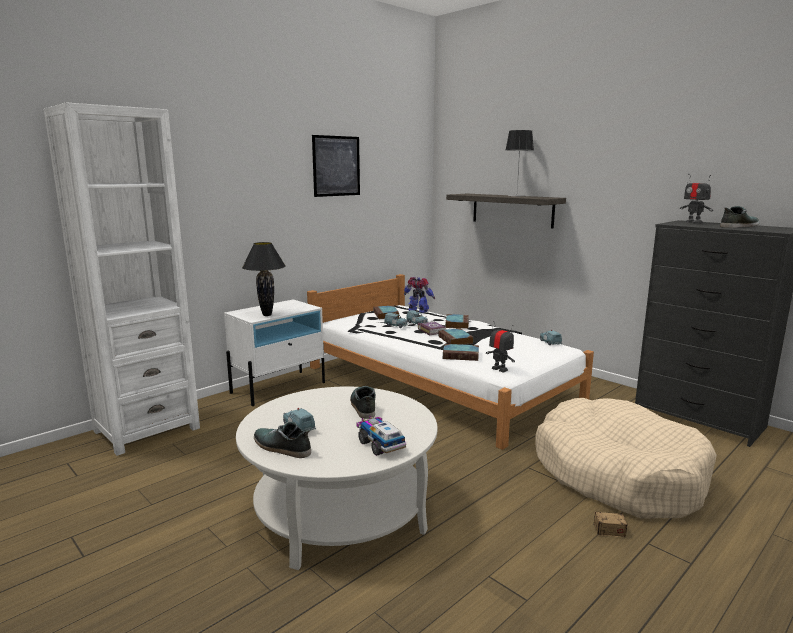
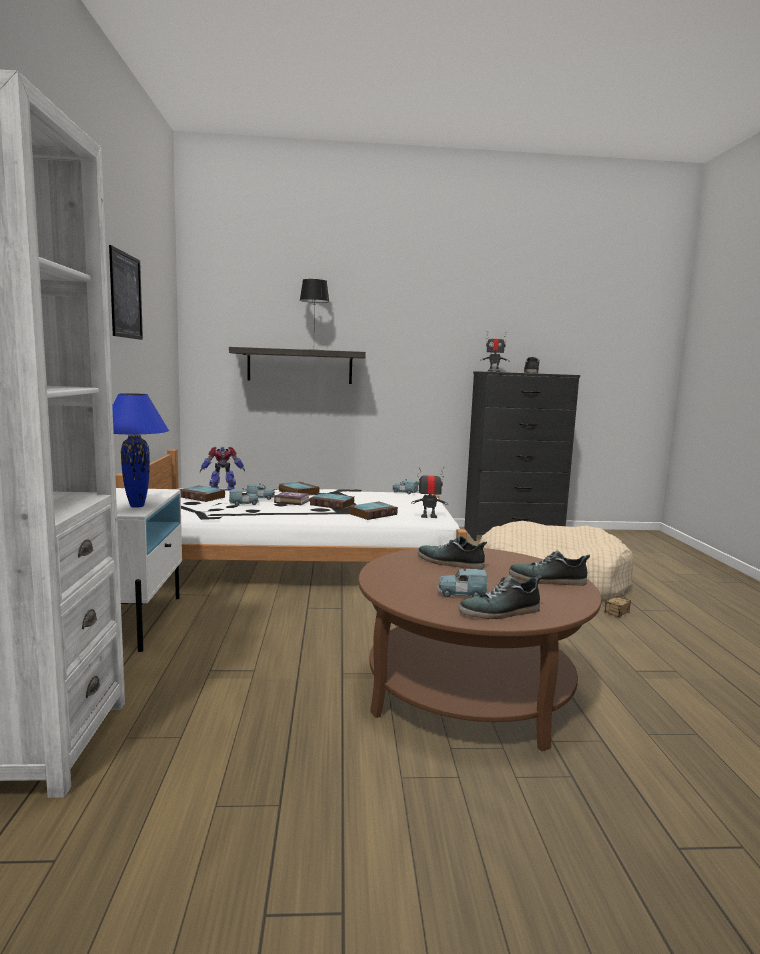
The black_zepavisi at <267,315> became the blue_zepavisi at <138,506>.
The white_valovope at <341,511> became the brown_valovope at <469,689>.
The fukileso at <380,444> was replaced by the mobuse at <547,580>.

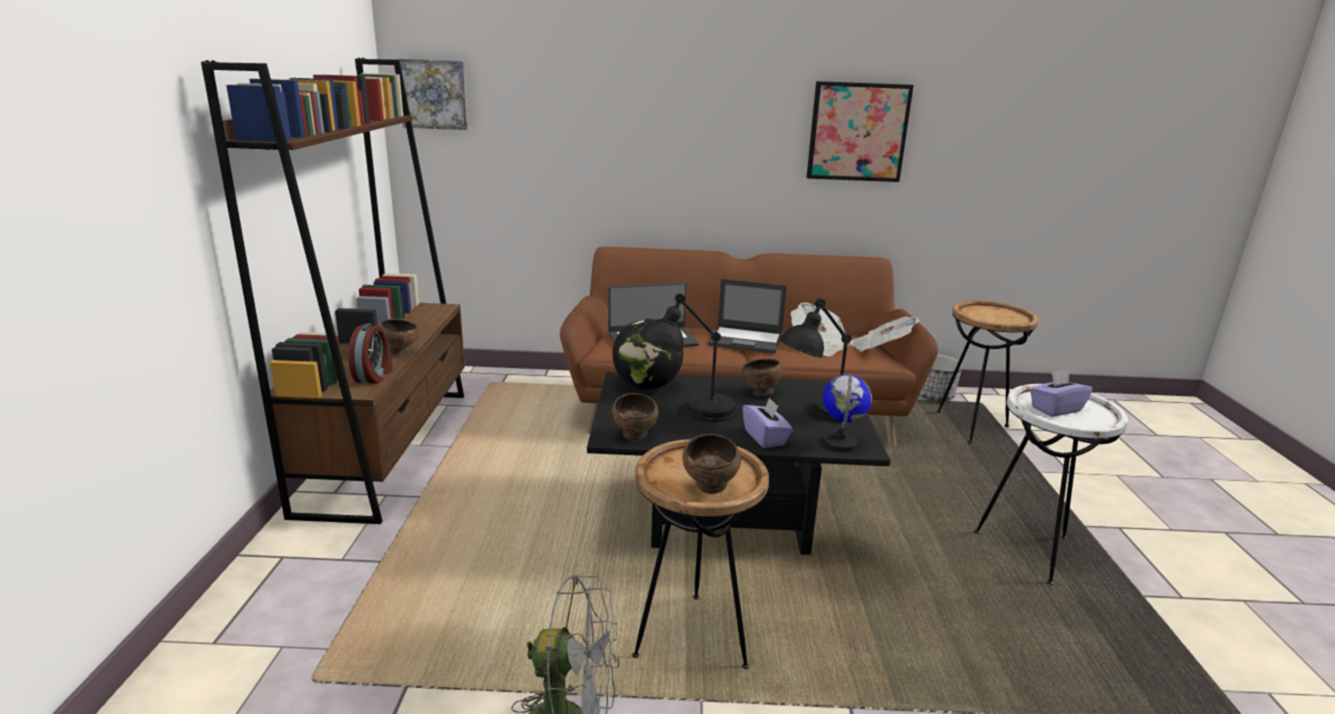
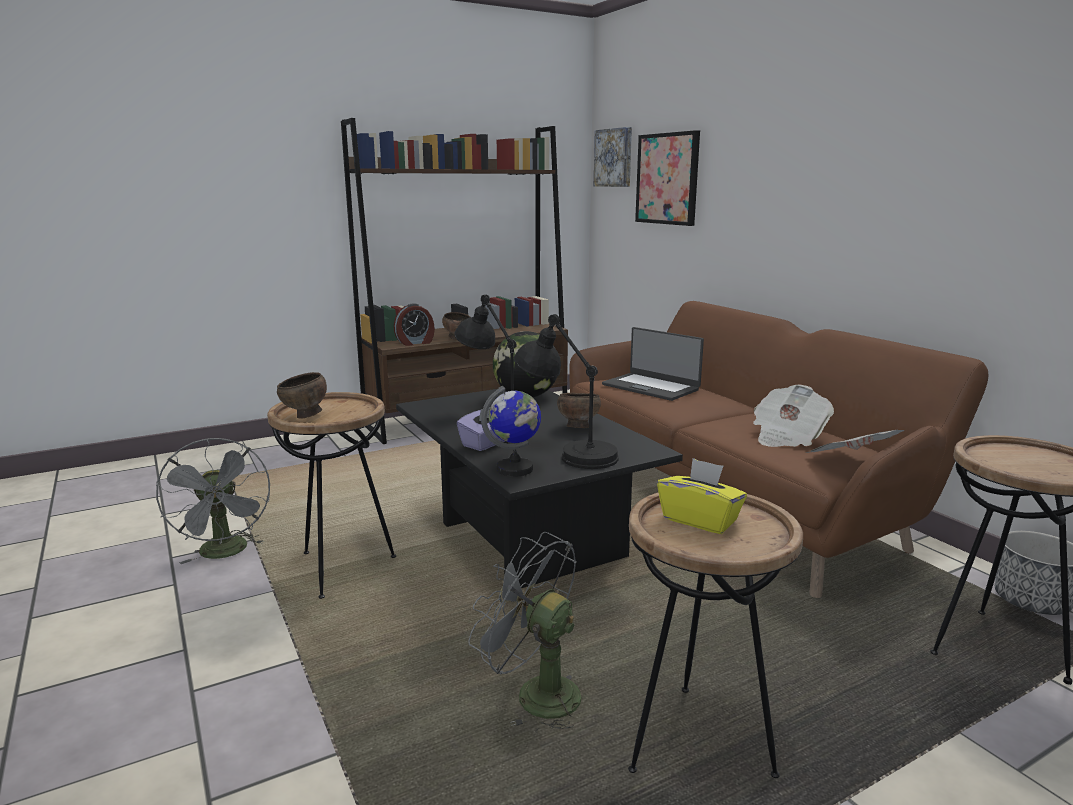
The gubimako moved from <857,132> to <668,179>.
The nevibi at <747,340> disappeared.
The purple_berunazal at <1055,409> became the yellow_berunazal at <700,520>.
The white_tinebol at <1029,551> became the brown_tinebol at <697,744>.
The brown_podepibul at <635,436> disappeared.
The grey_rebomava at <535,694> appeared.

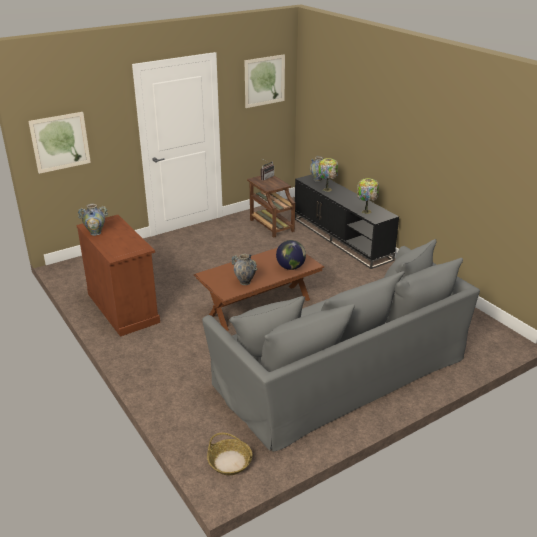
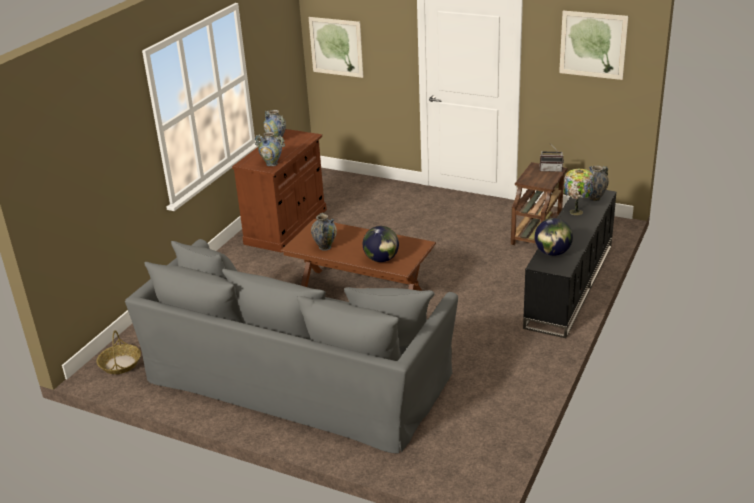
The zepavisi at <366,211> was replaced by the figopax at <552,253>.
The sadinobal at <272,164> appeared.

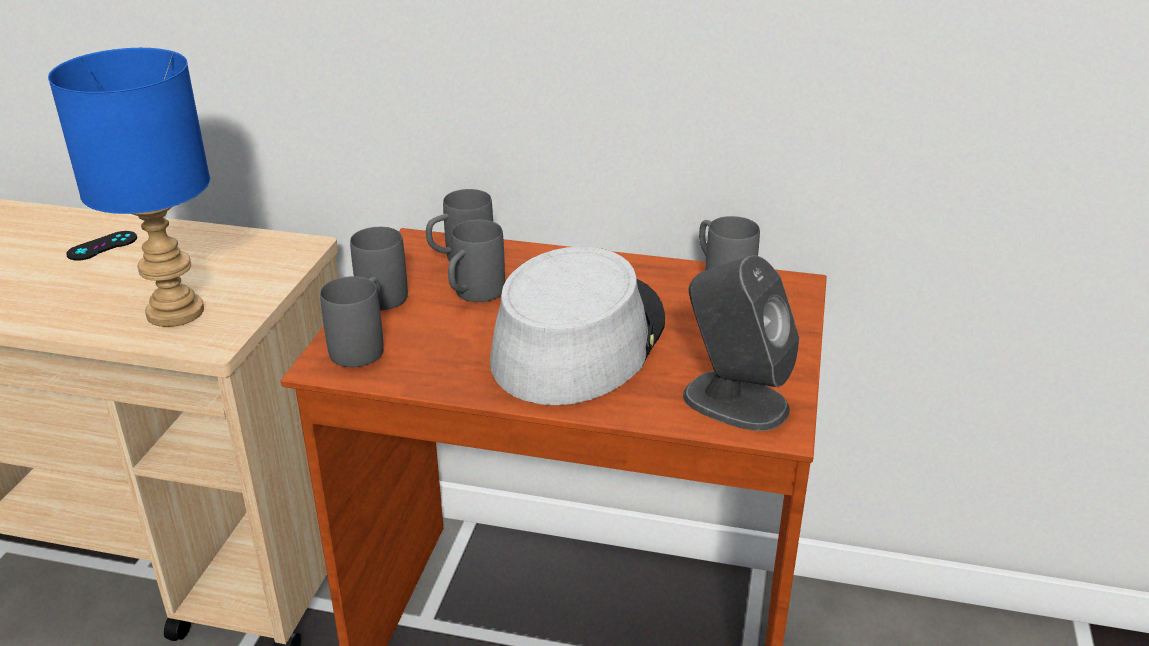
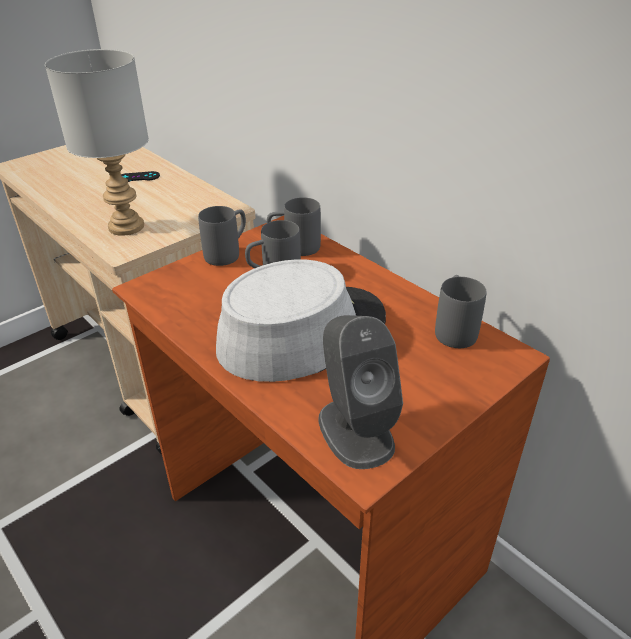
The blue_zepavisi at <178,311> became the grey_zepavisi at <128,227>.
The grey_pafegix at <363,345> disappeared.

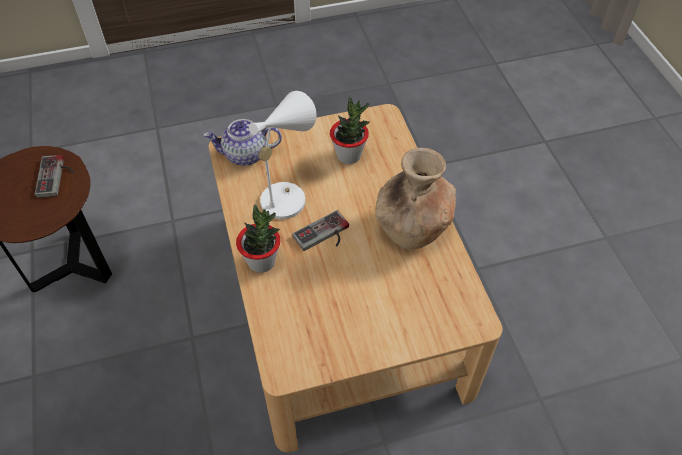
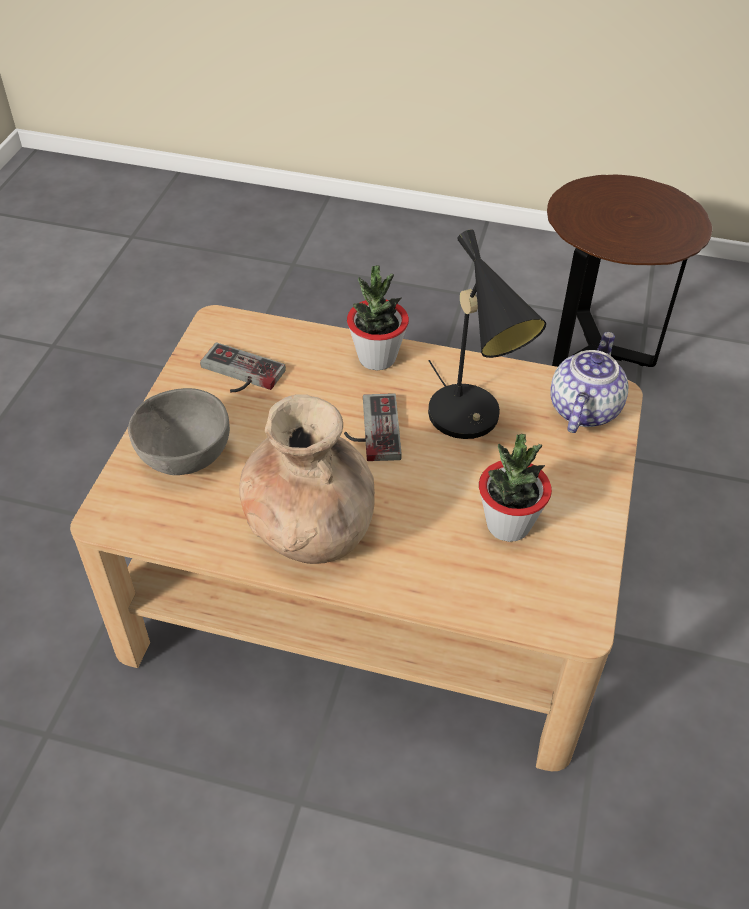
The white_zepavisi at <286,196> became the black_zepavisi at <471,420>.
The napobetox moved from <57,176> to <238,374>.
The grey_podepibul at <183,456> appeared.

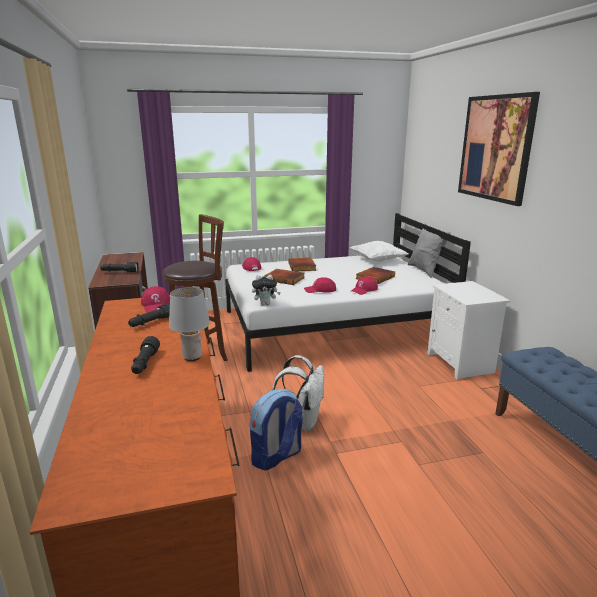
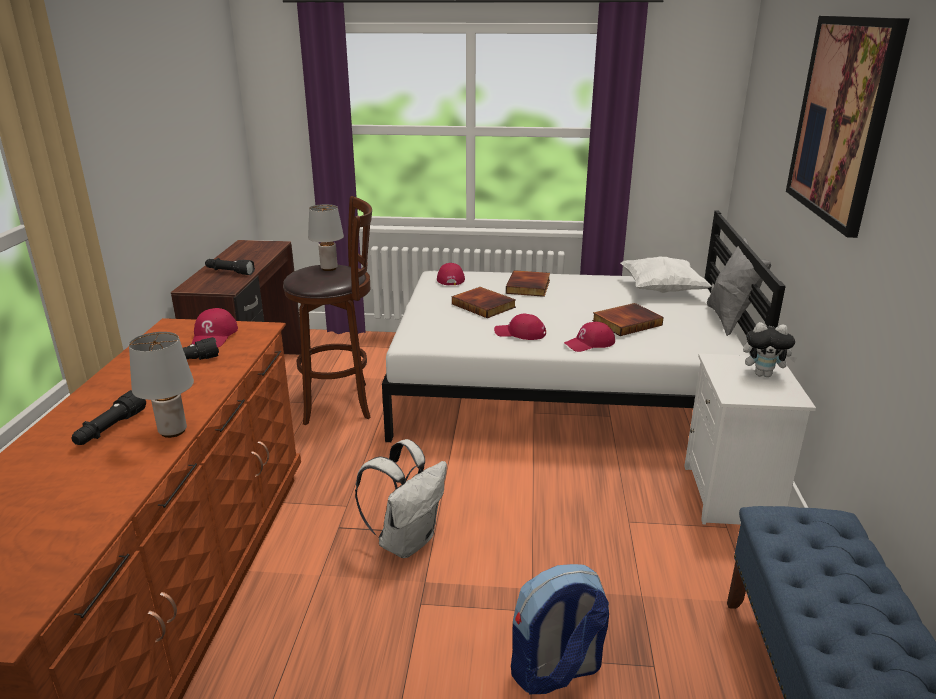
The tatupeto moved from <265,304> to <763,374>.
The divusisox moved from <276,457> to <555,671>.
The grey_zepavisi at <328,268> appeared.

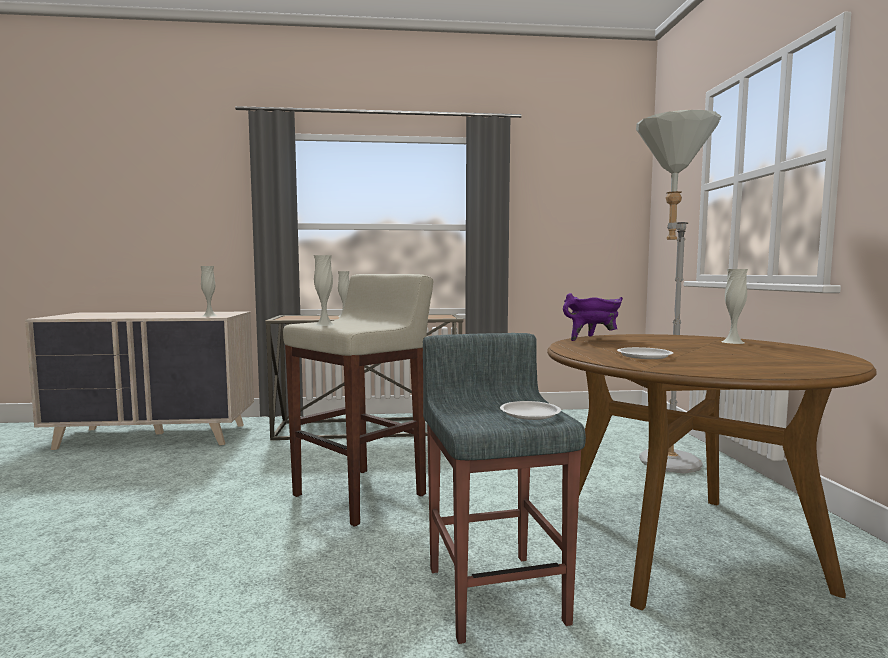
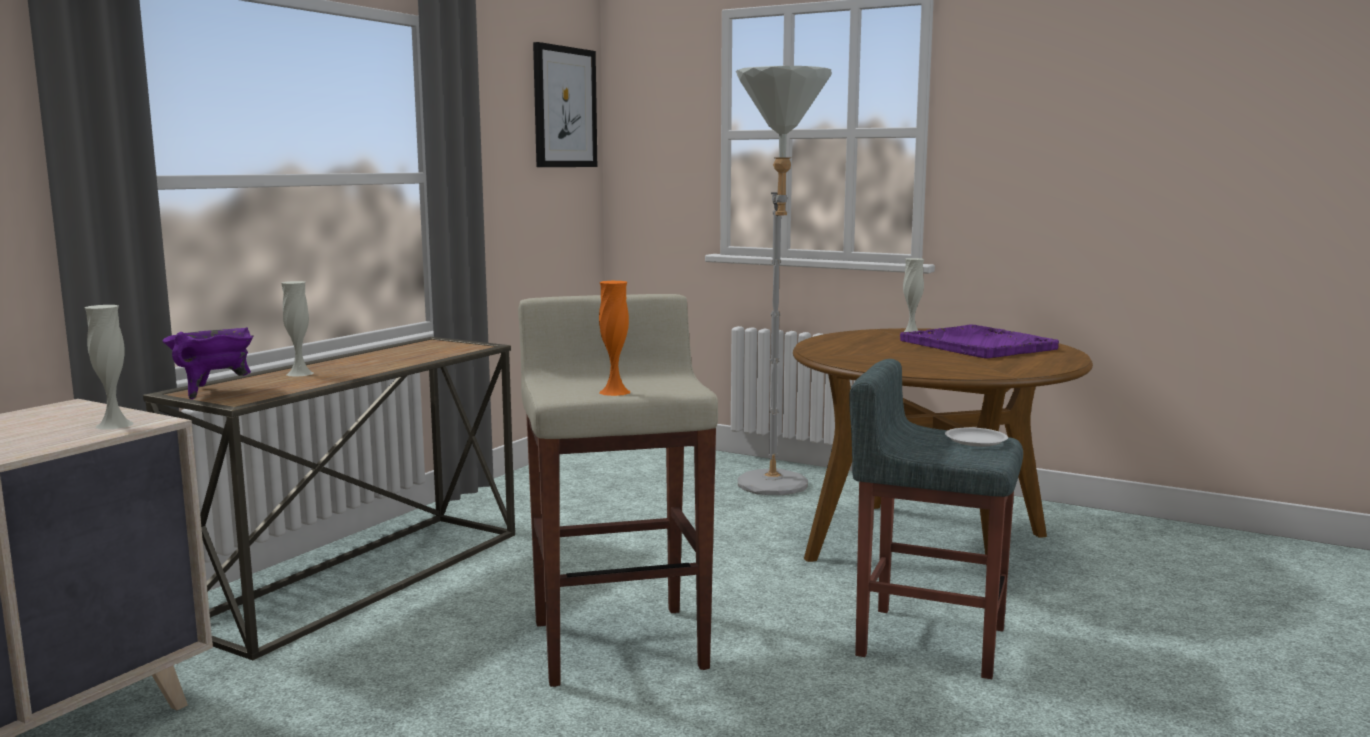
The white_sadinobal at <324,324> became the orange_sadinobal at <614,392>.
The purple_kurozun moved from <592,339> to <213,391>.
The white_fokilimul at <644,356> disappeared.
The gubimako at <564,107> appeared.
The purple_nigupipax at <978,345> appeared.

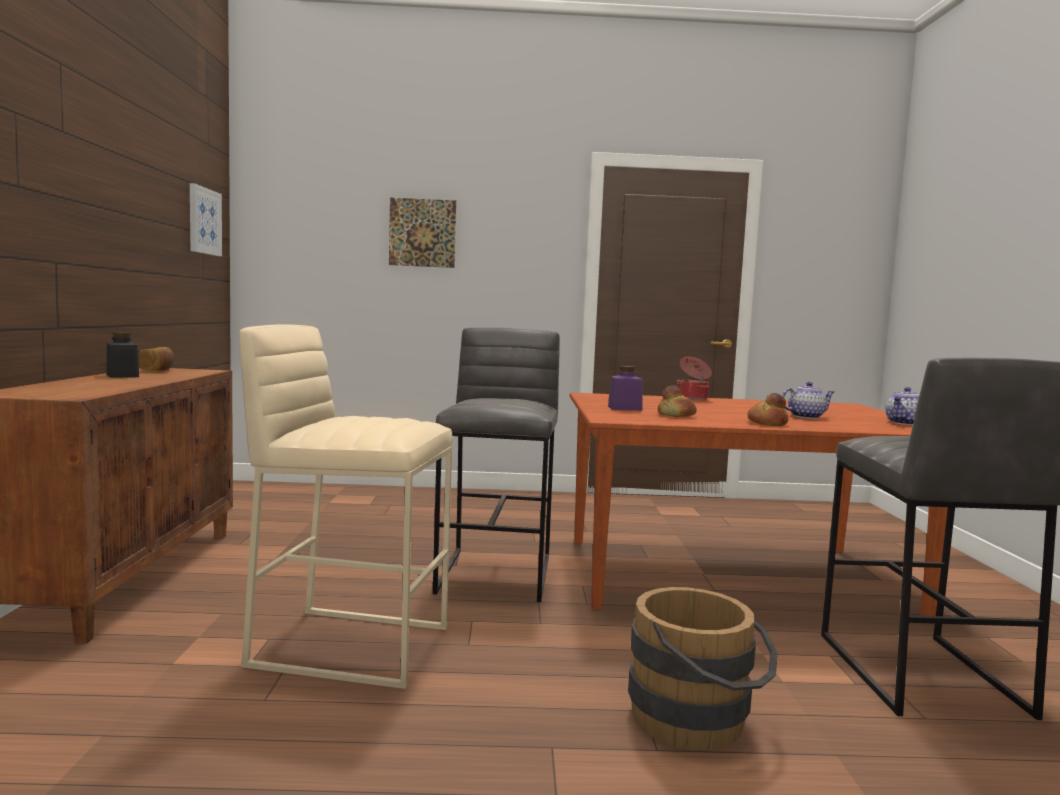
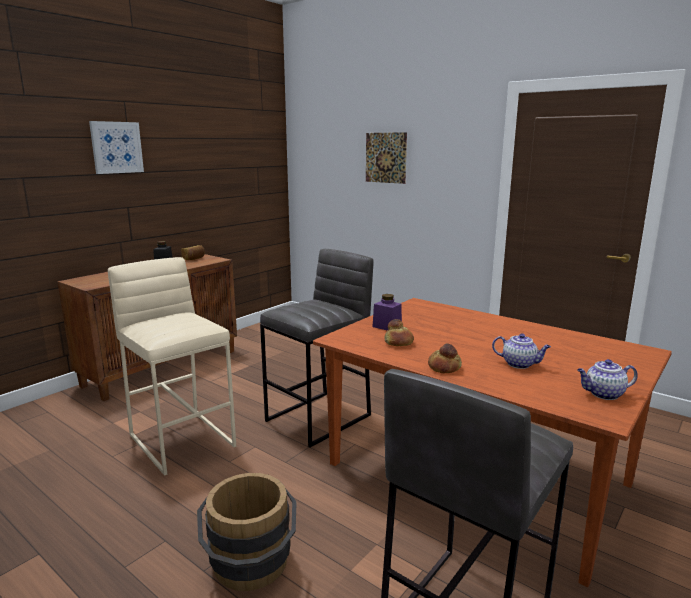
The gubimako moved from <204,221> to <116,147>.
The kurozun at <692,398> disappeared.

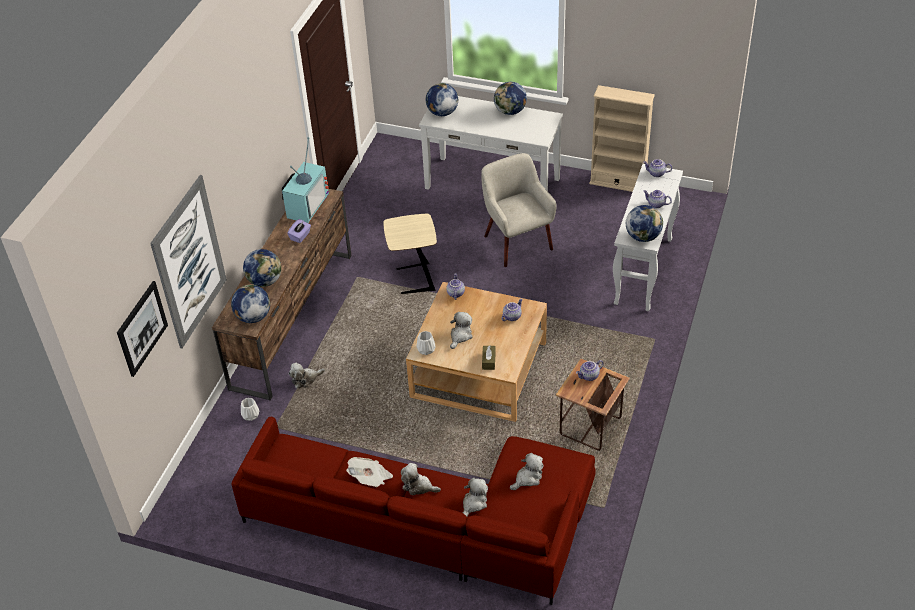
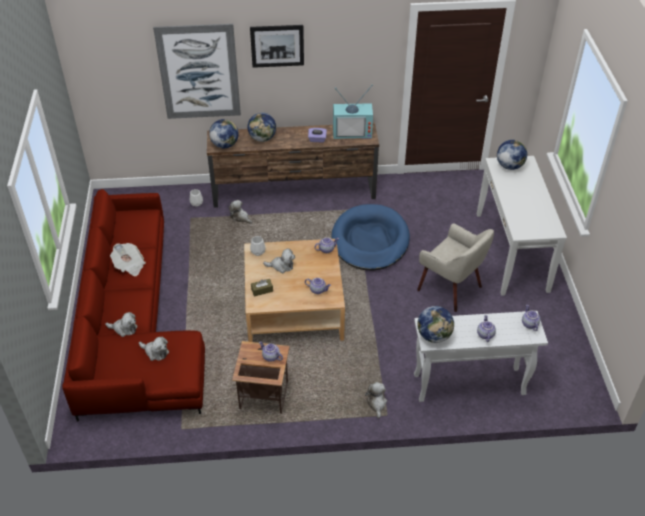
The figopax at <510,111> disappeared.
The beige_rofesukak at <618,183> disappeared.
The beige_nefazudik at <517,242> turned 90 degrees clockwise.
The beige_tinebol at <414,280> was replaced by the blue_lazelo at <370,240>.
The gubimako moved from <142,328> to <277,46>.
The tatupeto moved from <418,486> to <376,403>.

